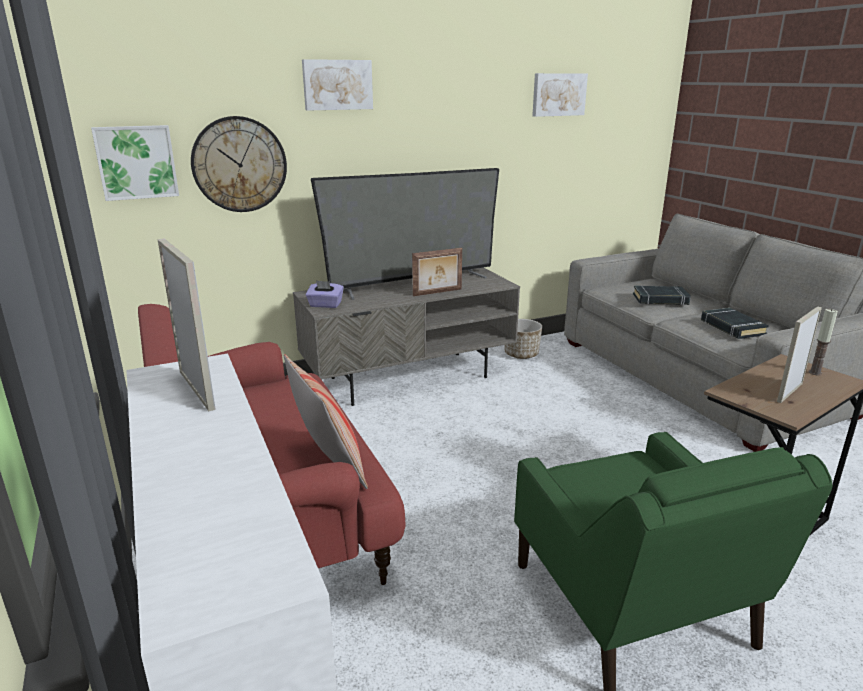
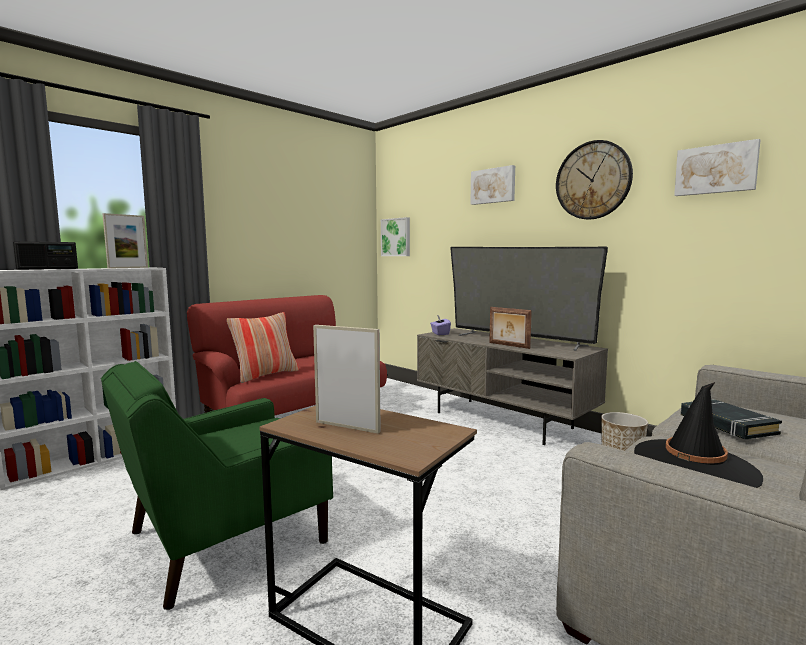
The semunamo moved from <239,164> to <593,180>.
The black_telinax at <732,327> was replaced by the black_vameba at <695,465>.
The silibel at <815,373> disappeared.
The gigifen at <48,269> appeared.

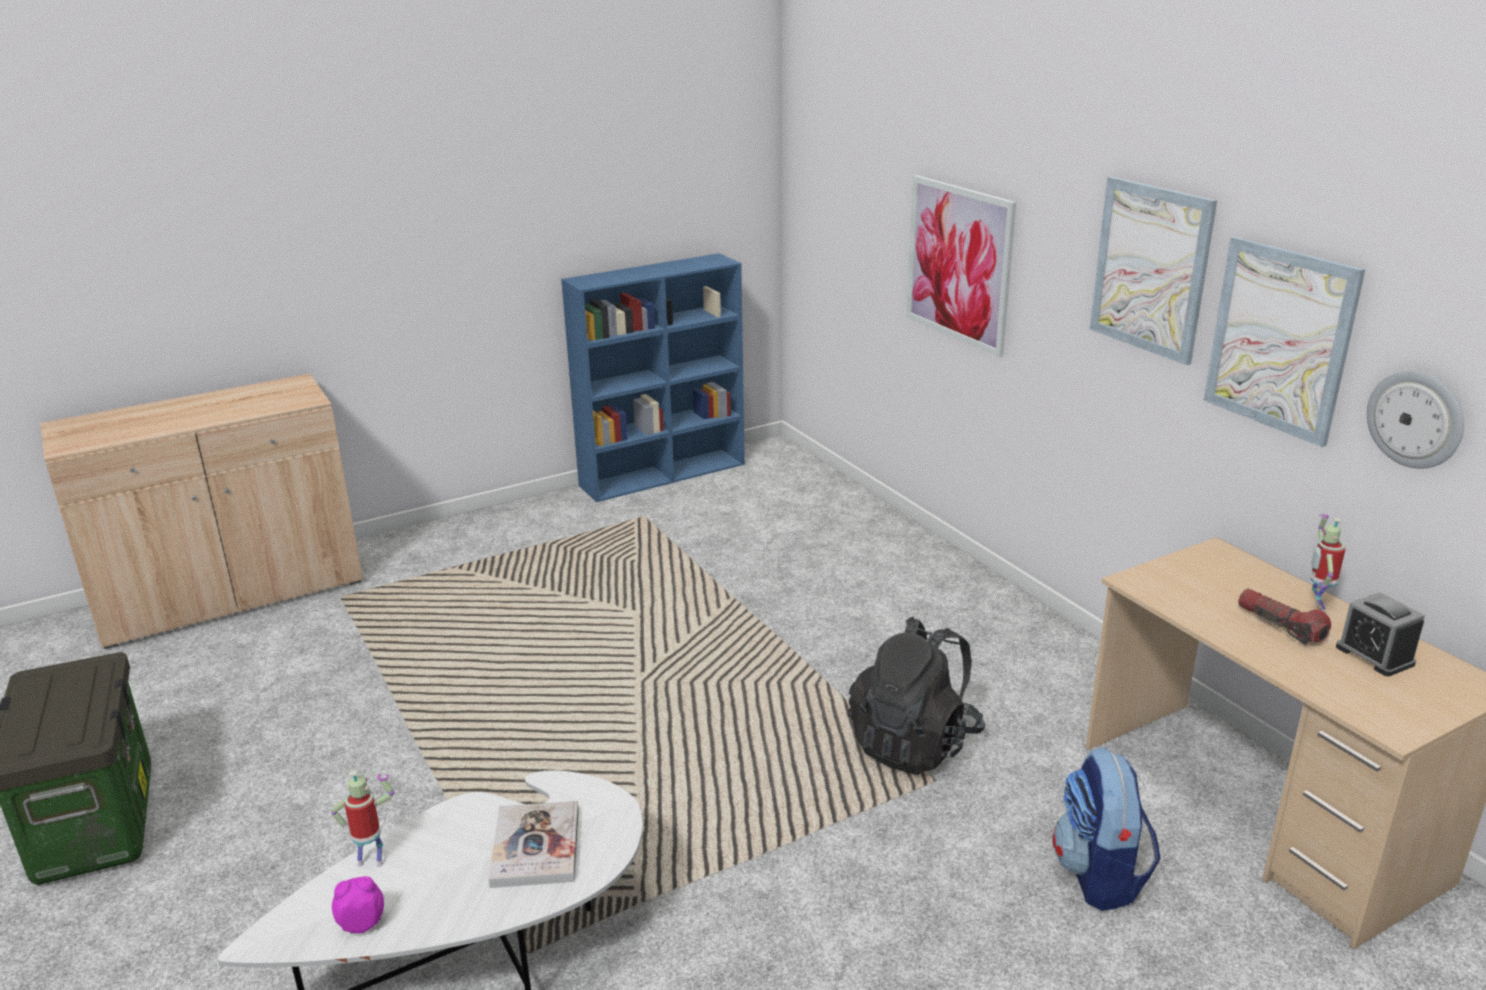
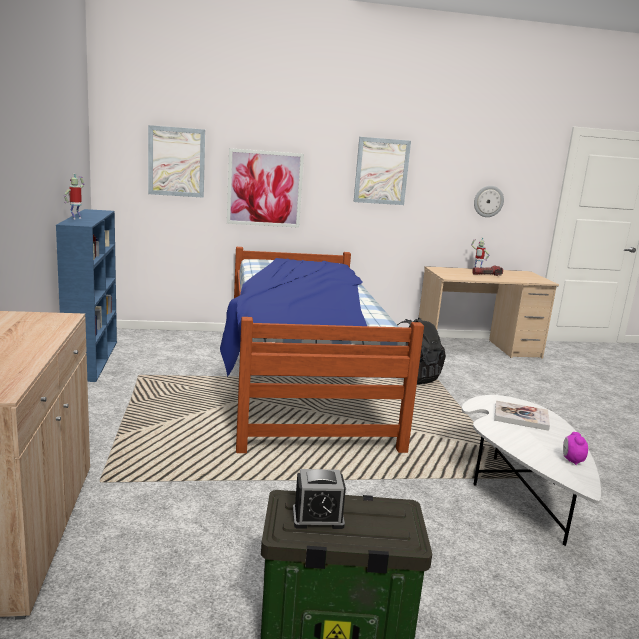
The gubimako moved from <1280,339> to <176,162>.
The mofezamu moved from <1374,655> to <318,517>.
The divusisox at <1099,875> disappeared.
The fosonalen moved from <372,861> to <76,218>.
The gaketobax at <300,381> appeared.

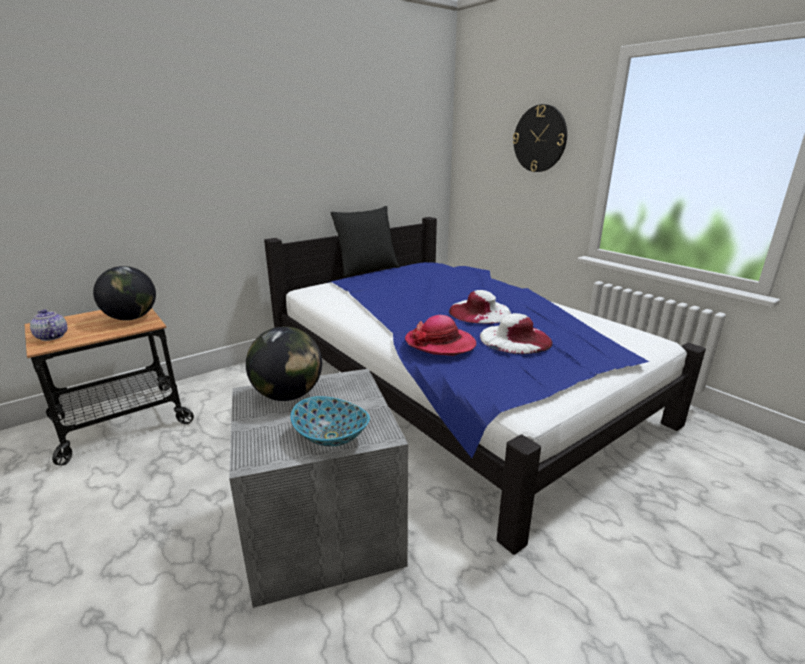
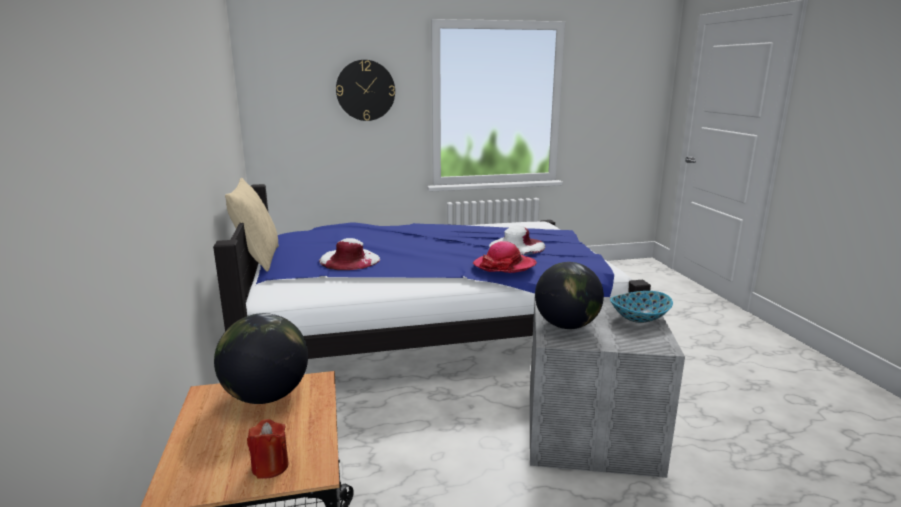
The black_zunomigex at <367,270> became the beige_zunomigex at <258,259>.
The white_vameba moved from <480,312> to <349,259>.
The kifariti at <52,337> was replaced by the red_silibel at <270,466>.

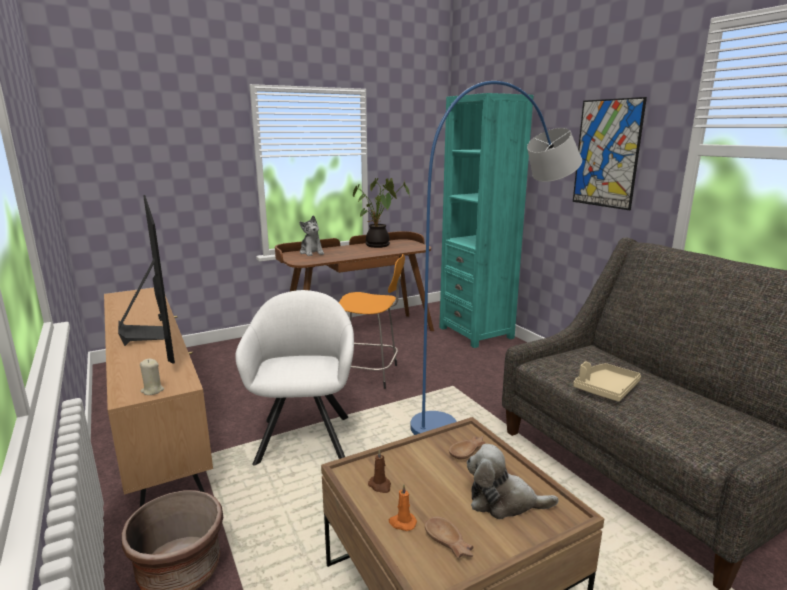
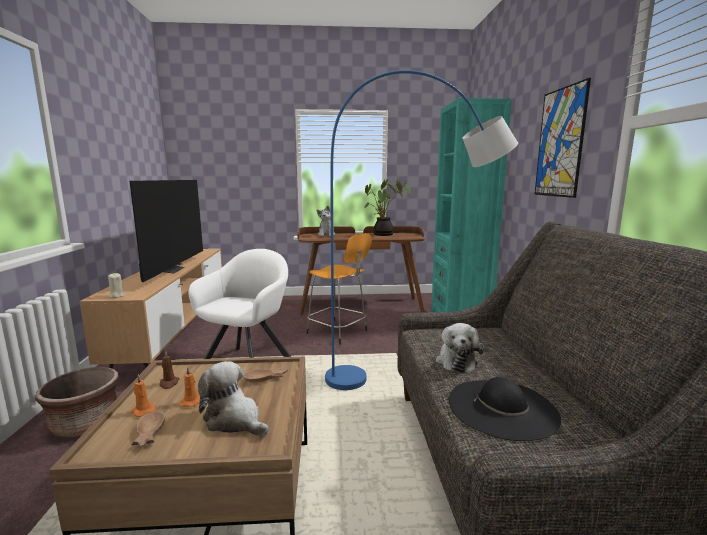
The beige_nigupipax at <606,389> was replaced by the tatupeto at <456,361>.
The orange_silibel at <191,401> appeared.
The black_vameba at <502,408> appeared.

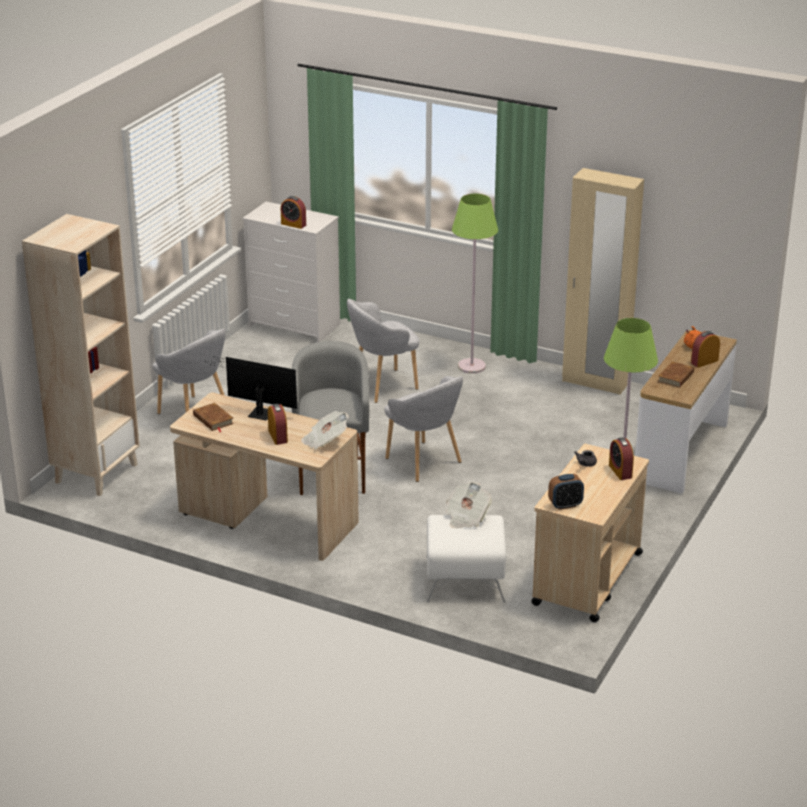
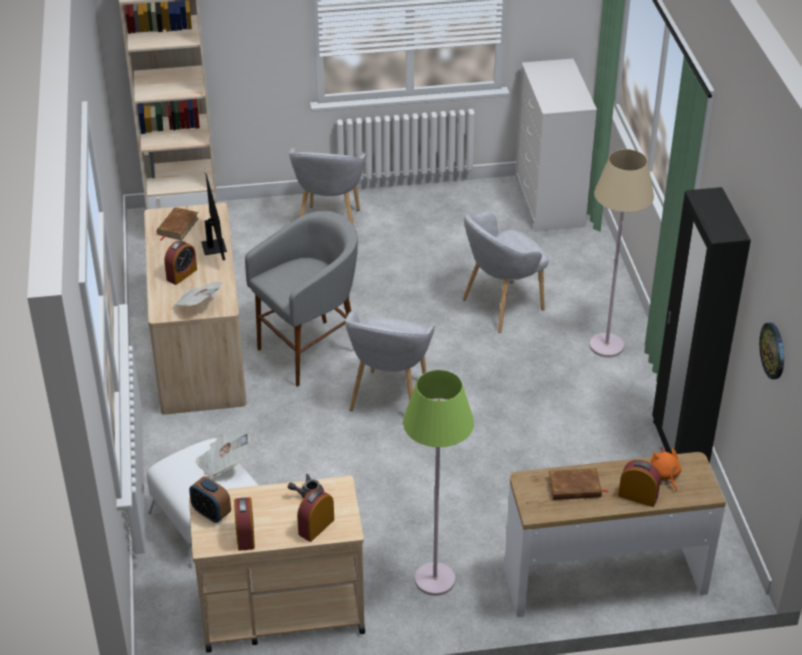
The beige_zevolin at <595,382> became the black_zevolin at <678,448>.
The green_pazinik at <471,366> became the beige_pazinik at <606,346>.
The mofezamu moved from <293,224> to <245,535>.
The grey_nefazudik at <382,385> turned 60 degrees counterclockwise.
The semunamo at <773,350> appeared.

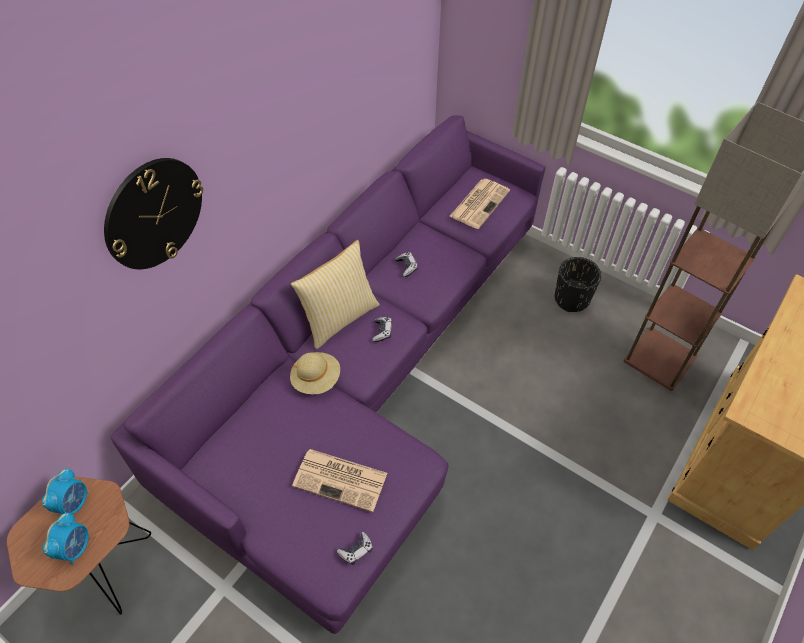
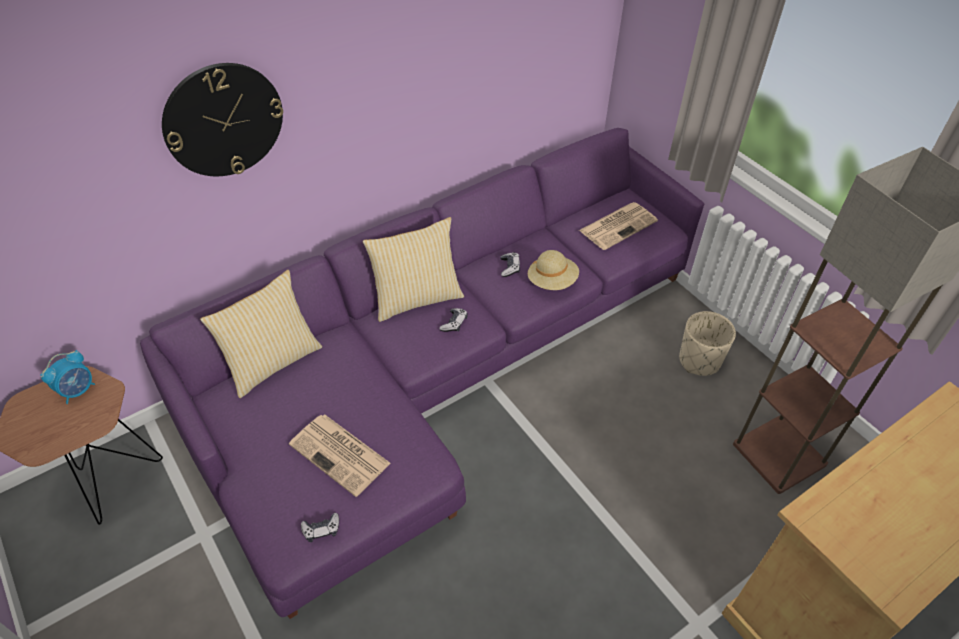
The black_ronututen at <571,299> became the beige_ronututen at <699,361>.
The beige_vameba moved from <316,379> to <552,281>.
The mofezamu at <75,547> disappeared.
The zunomigex at <272,362> appeared.

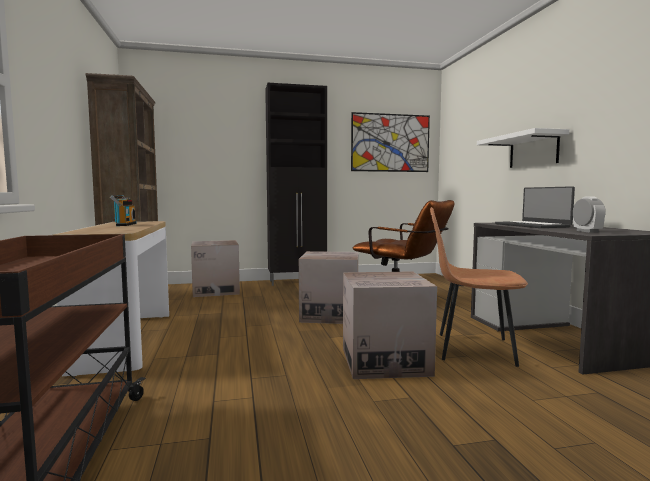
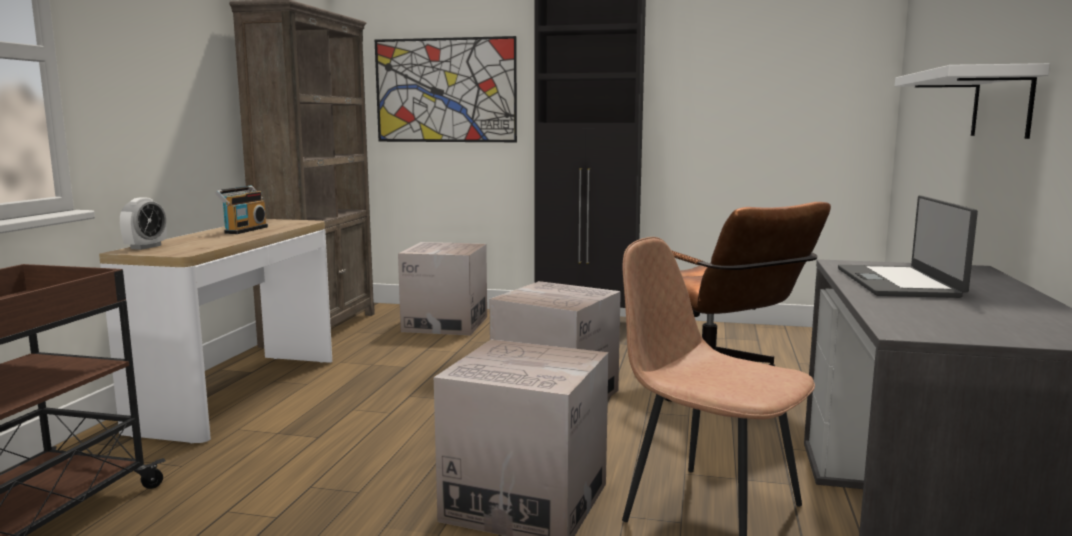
The gubimako moved from <390,143> to <445,90>.
The mofezamu moved from <587,231> to <146,247>.

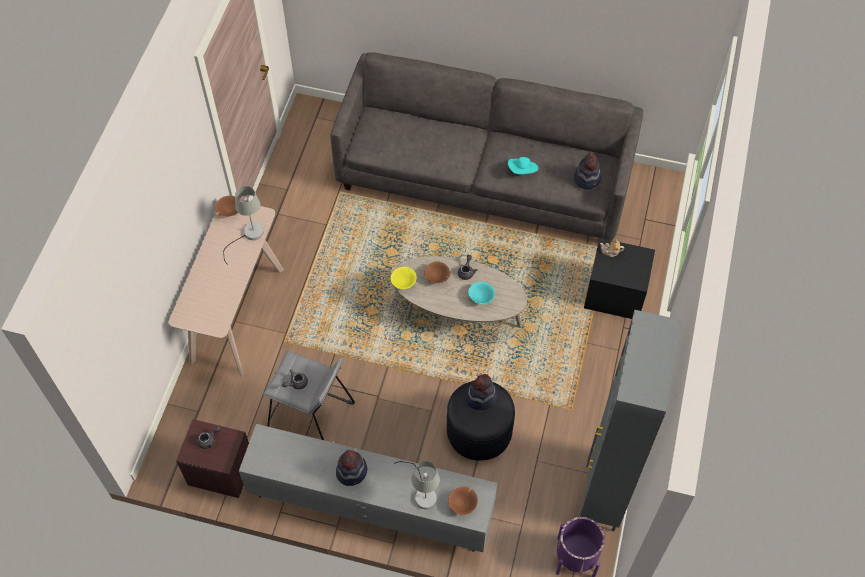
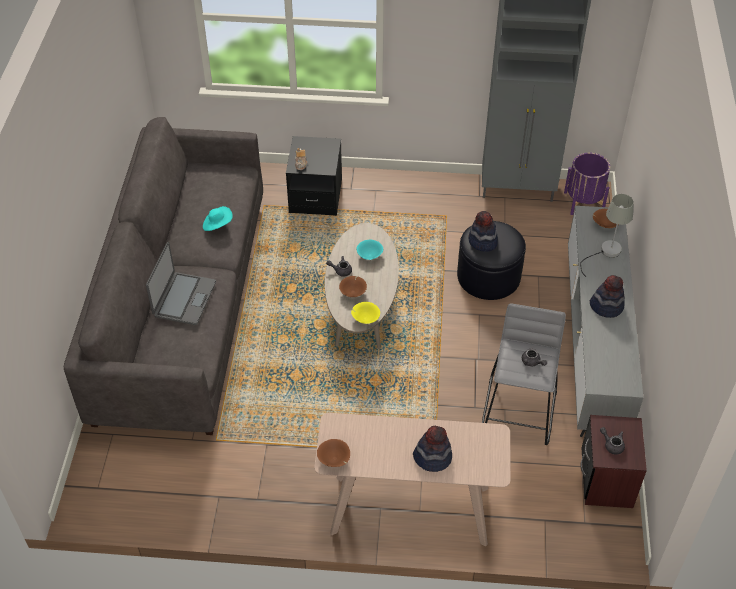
The vameba moved from <587,179> to <432,457>.
The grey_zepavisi at <249,236> disappeared.
The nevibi at <184,299> appeared.

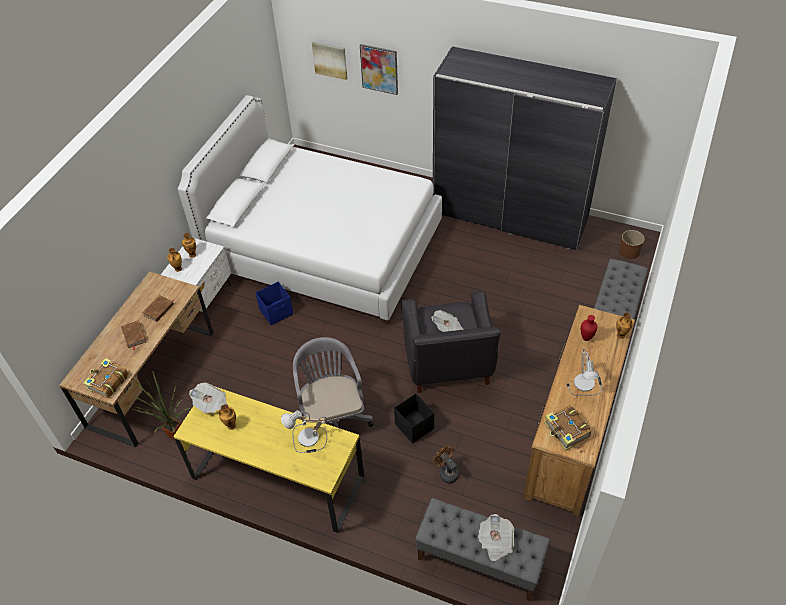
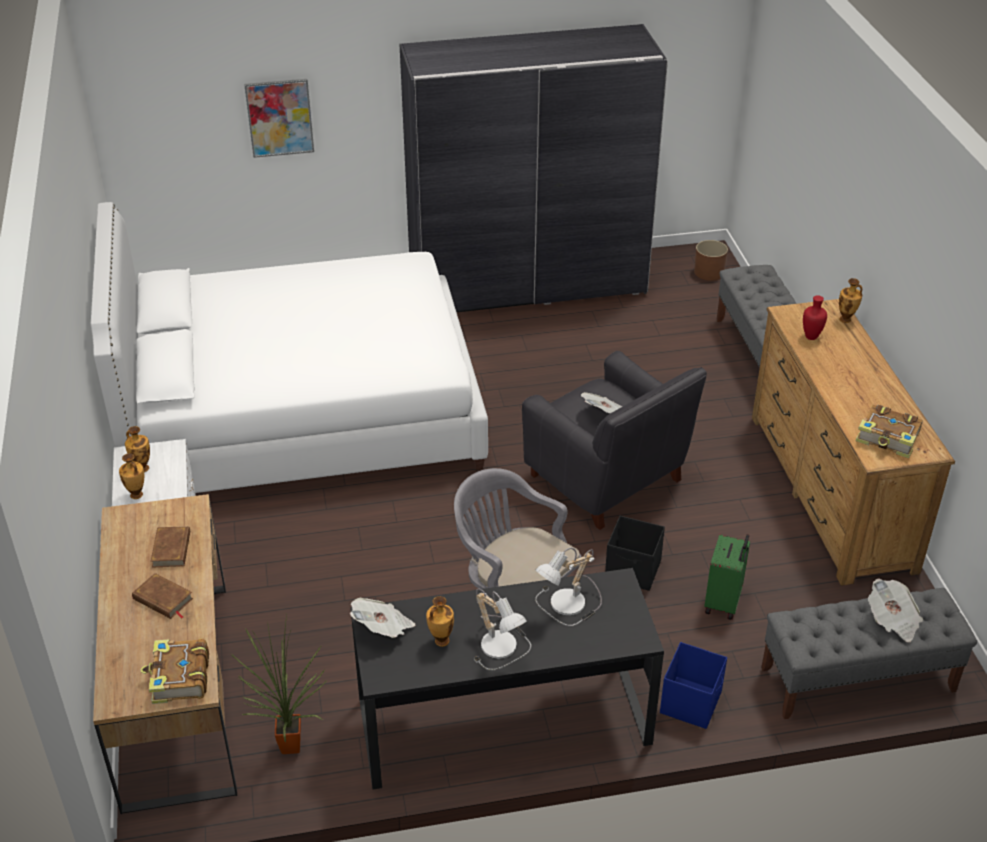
The gubimako at <330,60> disappeared.
The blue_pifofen moved from <277,312> to <691,702>.
The zepavisi moved from <586,384> to <503,645>.
The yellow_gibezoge at <278,477> became the black_gibezoge at <503,722>.
The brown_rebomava at <446,472> was replaced by the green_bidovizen at <724,603>.

